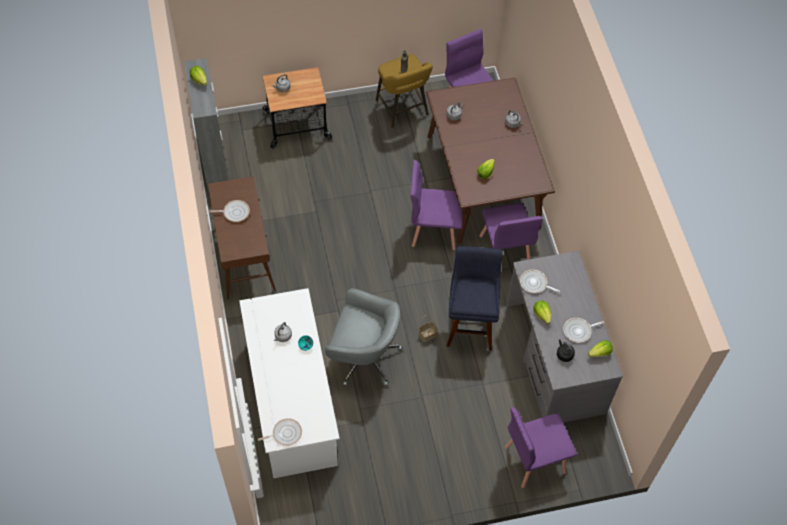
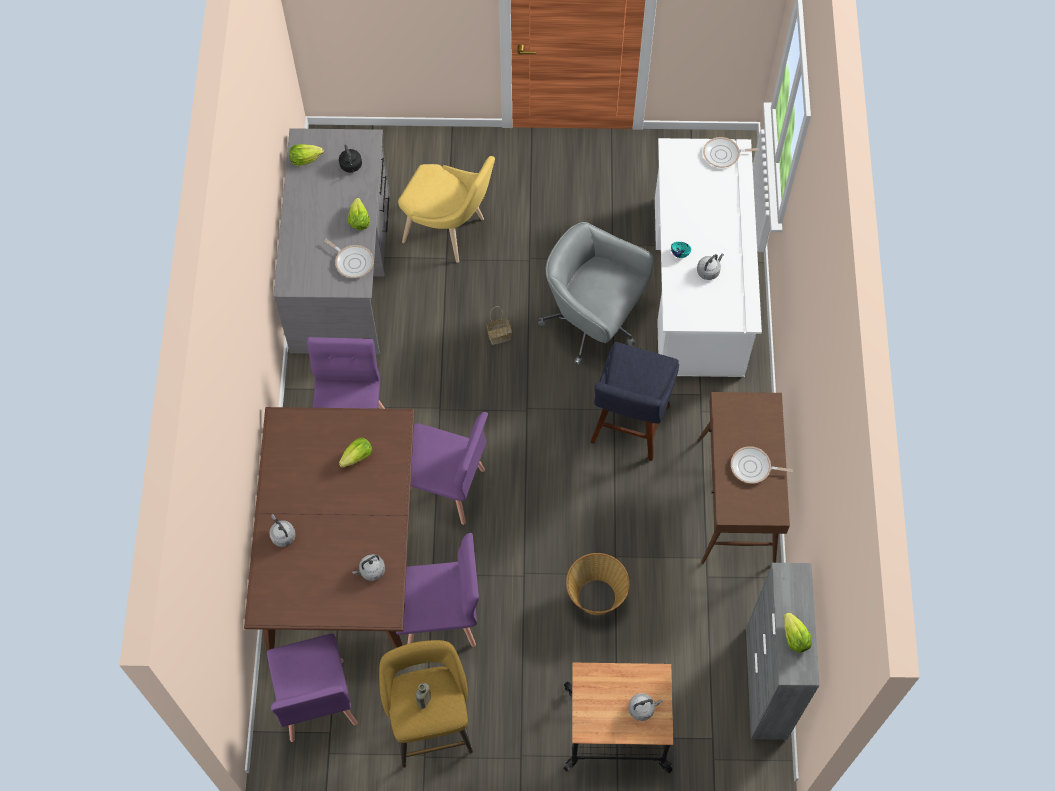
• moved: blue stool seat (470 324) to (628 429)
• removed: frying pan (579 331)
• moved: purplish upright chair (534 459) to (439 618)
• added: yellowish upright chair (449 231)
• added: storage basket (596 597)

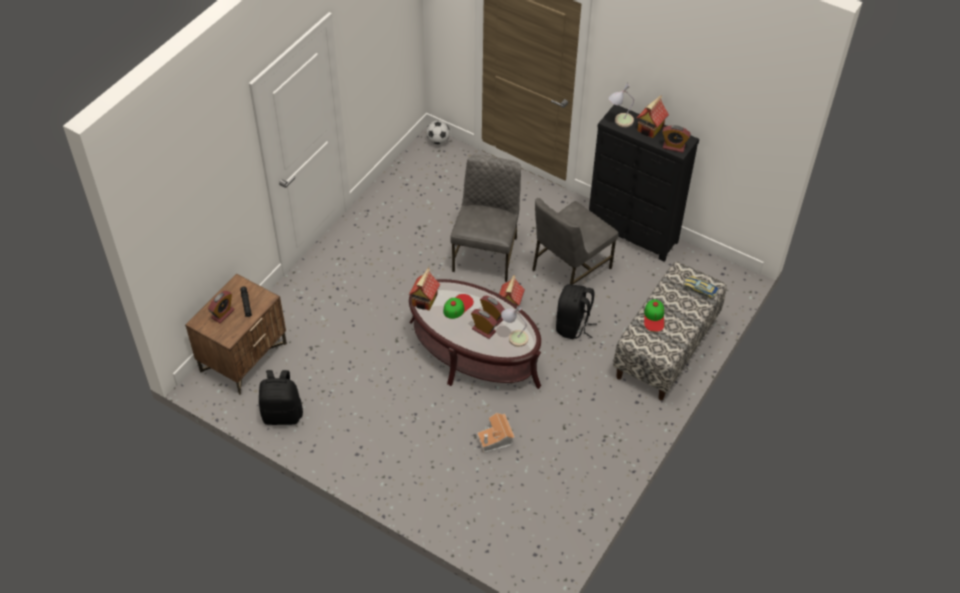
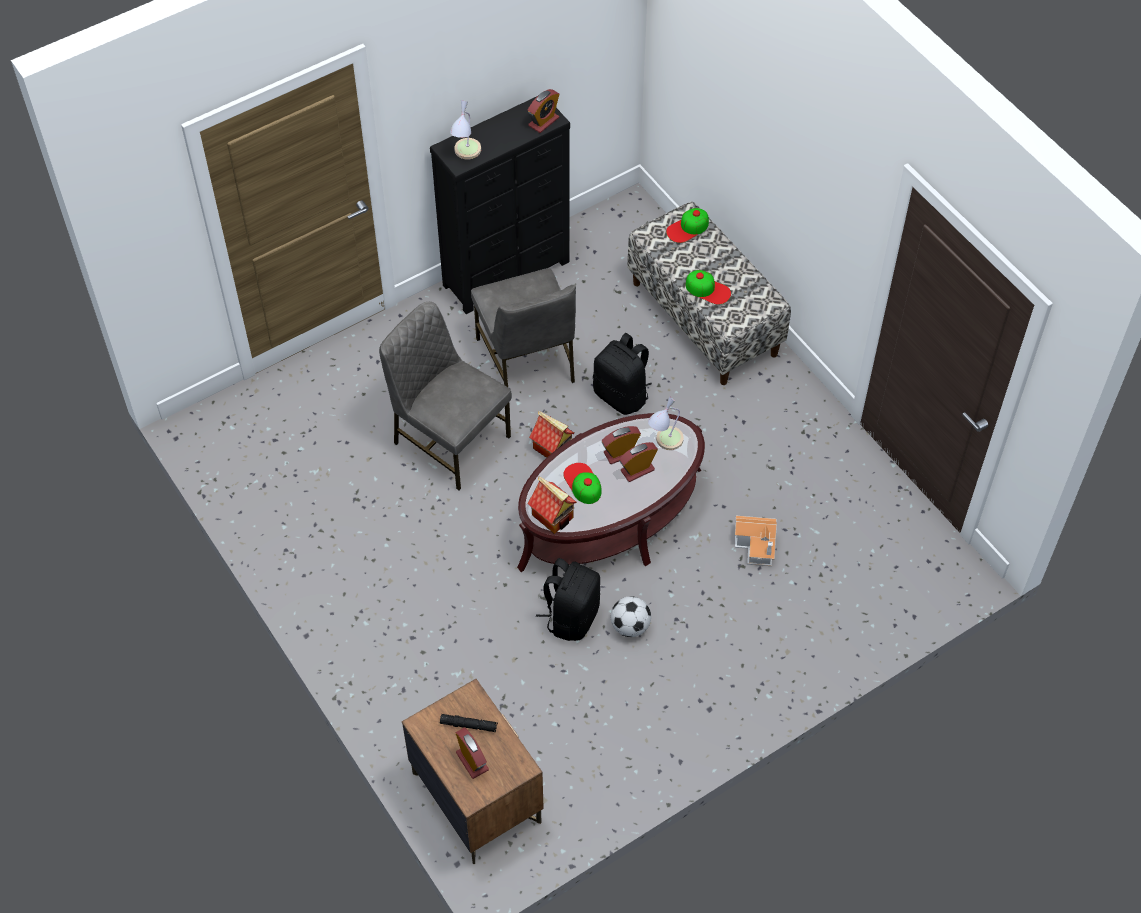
• removed: model house (650 129)
• moved: football (438 141) to (630 626)
• replaced: model car (700 289) to cap (688 228)
• moved: blackish backpack (282 414) to (571 617)

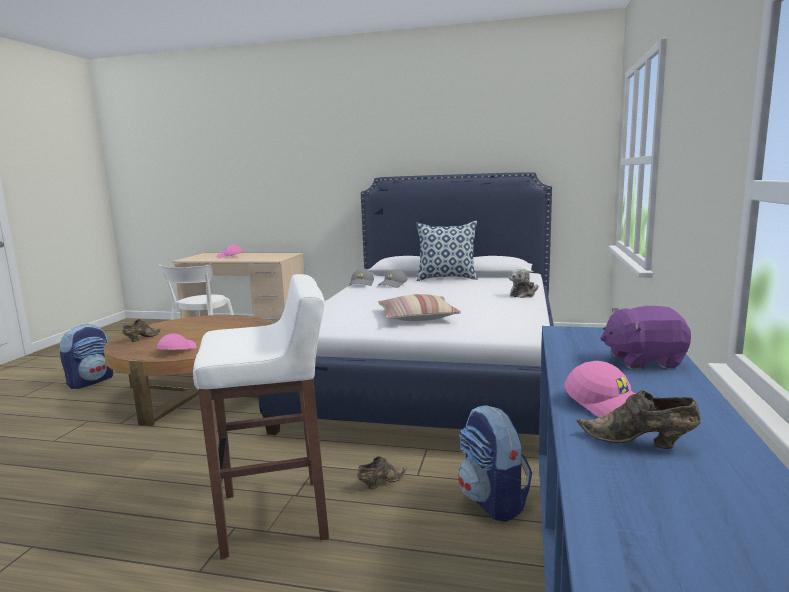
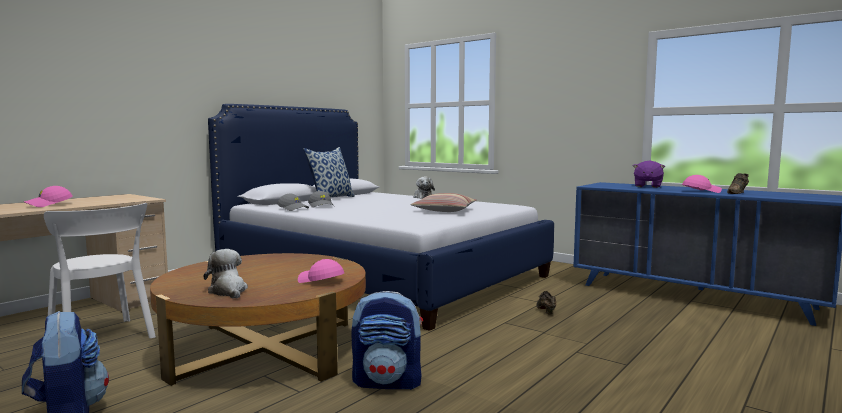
• removed: white-coloured stool seat (276 516)
• replaced: brown-coloured low shoe (141 338) to plush toy (228 291)
• moved: backpack (493 501) to (388 382)

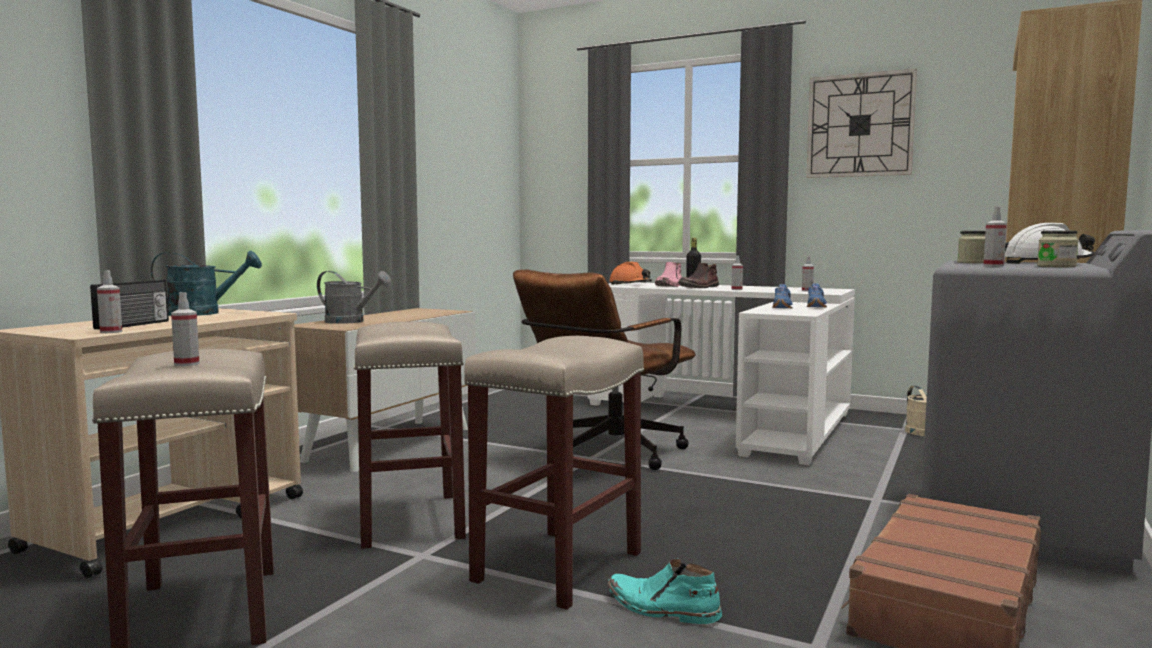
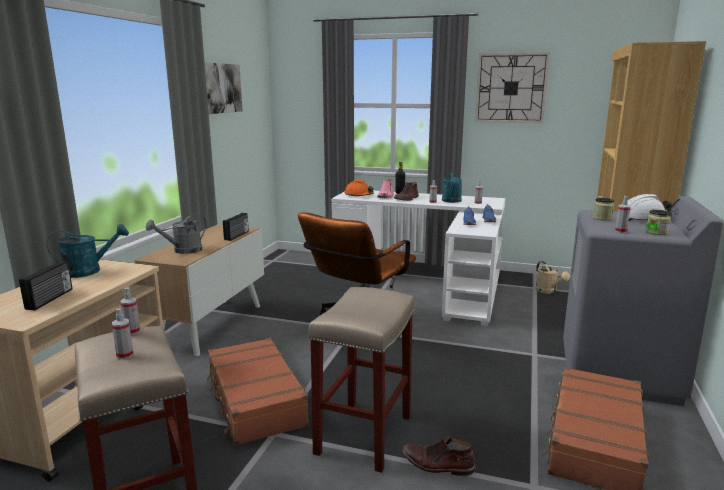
• moved: sprayer (111 332) to (132 331)
• turned: gray sprinkling can (351 321) = (182 251) 135 degrees clockwise
• replaced: beige stool seat (411 520) to brown-coloured suitcase (254 401)
• recoloured: turquoise-coloured boot (661 609) to brown-coloured boot (437 465)
• added: picture (219 88)
• added: turquoise-coloured sprinkling can (452 201)
• added: radio set (237 235)

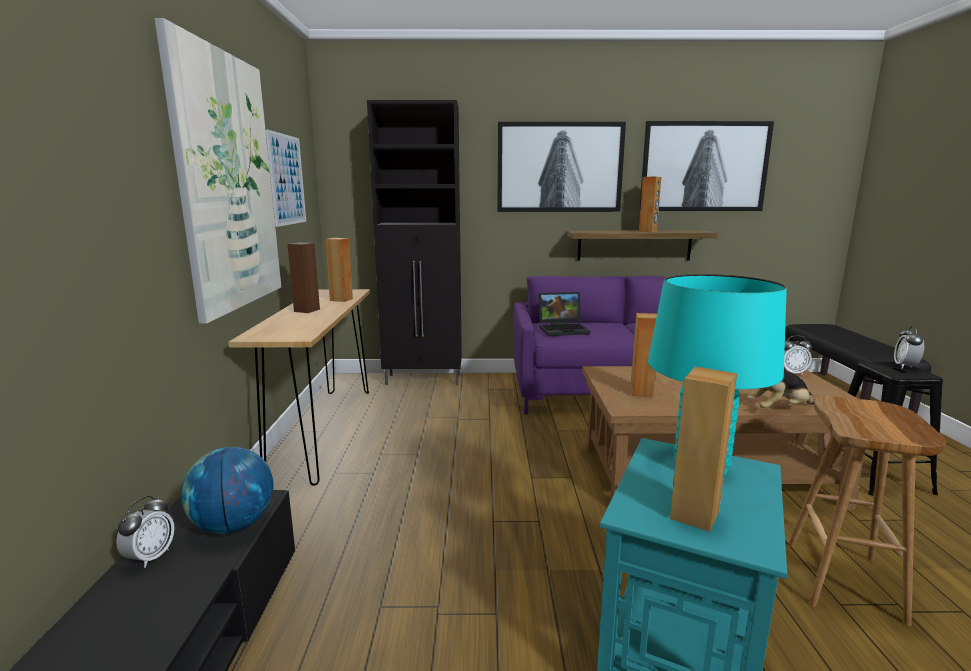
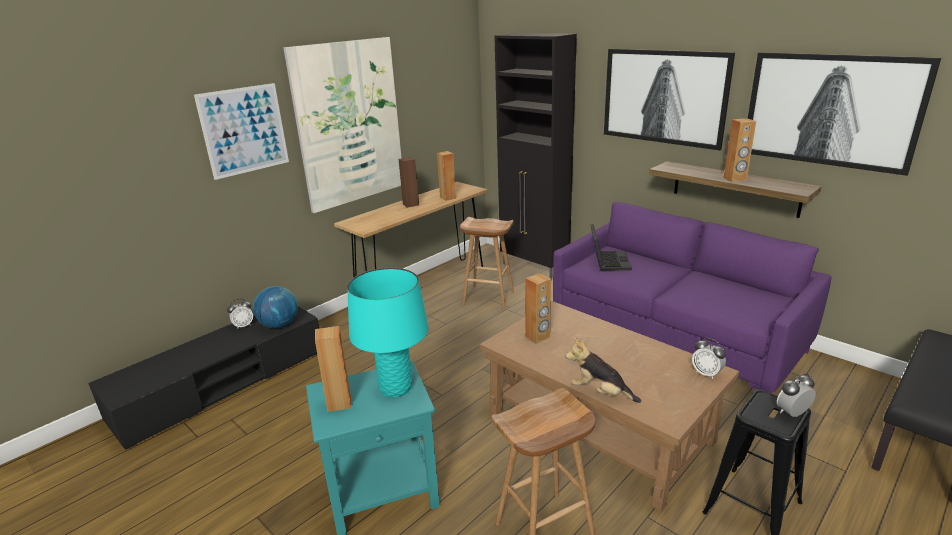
• moved: picture (287 180) to (244 130)
• turned: laptop (563 329) = (608 261) 120 degrees counterclockwise
• added: brown-coloured stool seat (487 298)

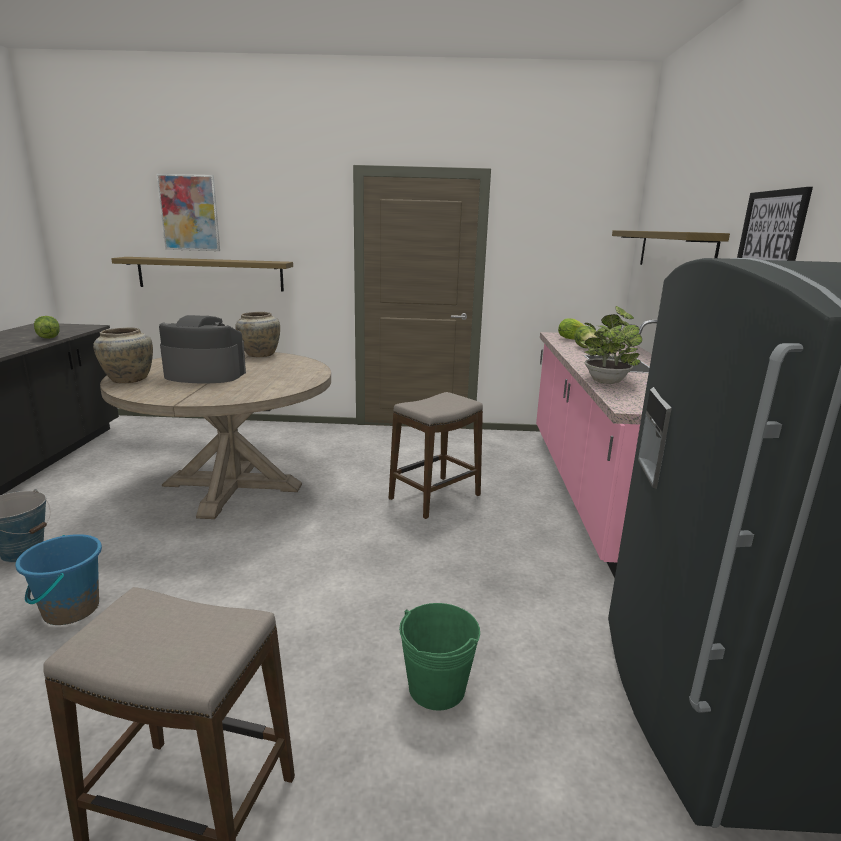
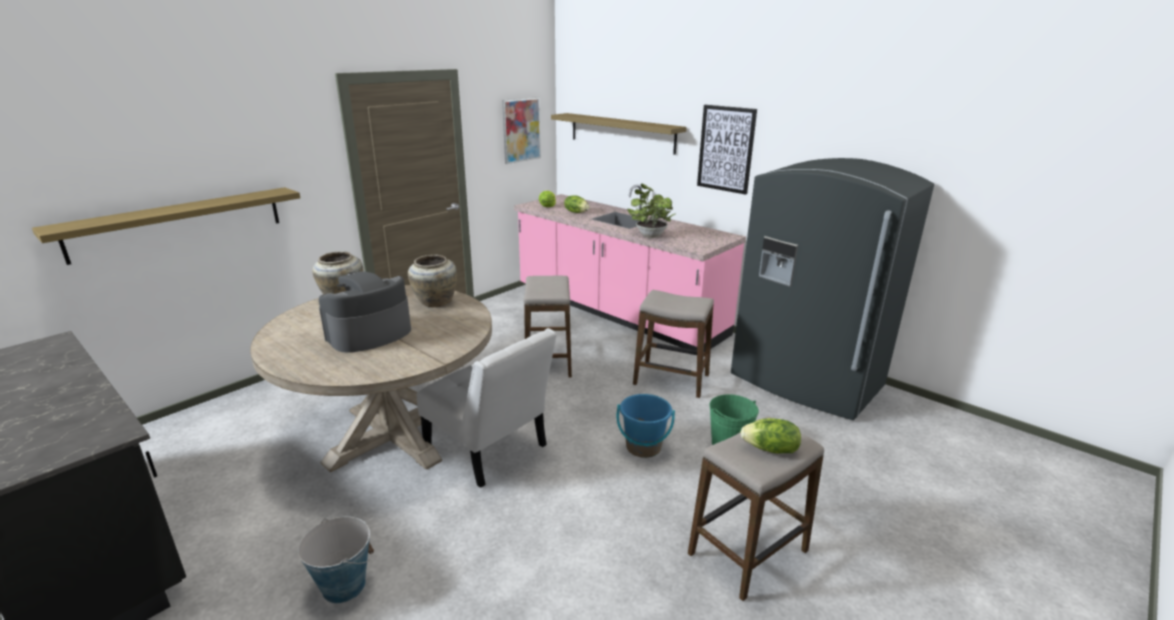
• moved: picture (189 213) to (521 130)
• moved: lettuce (48 337) to (770 449)
• moved: beige vase (128 380) to (434 302)
• moved: blue water bucket (71 610) to (643 447)
• added: stool seat (671 380)
• added: white-coloured upright chair (489 450)

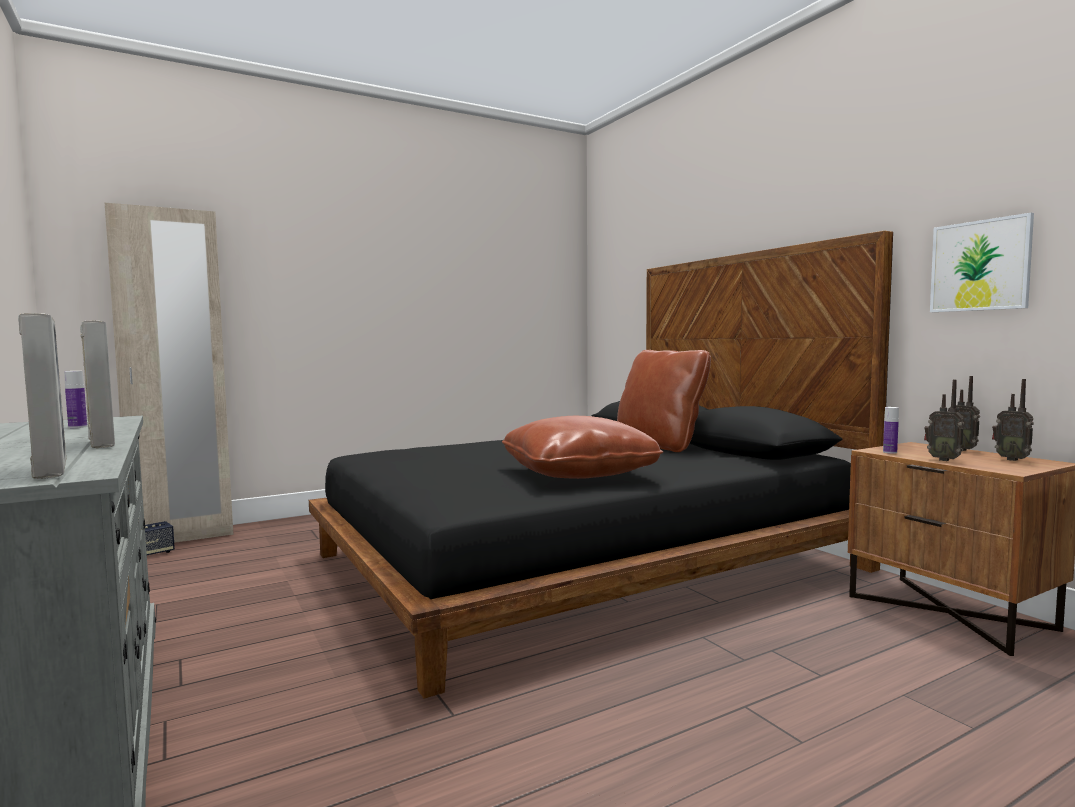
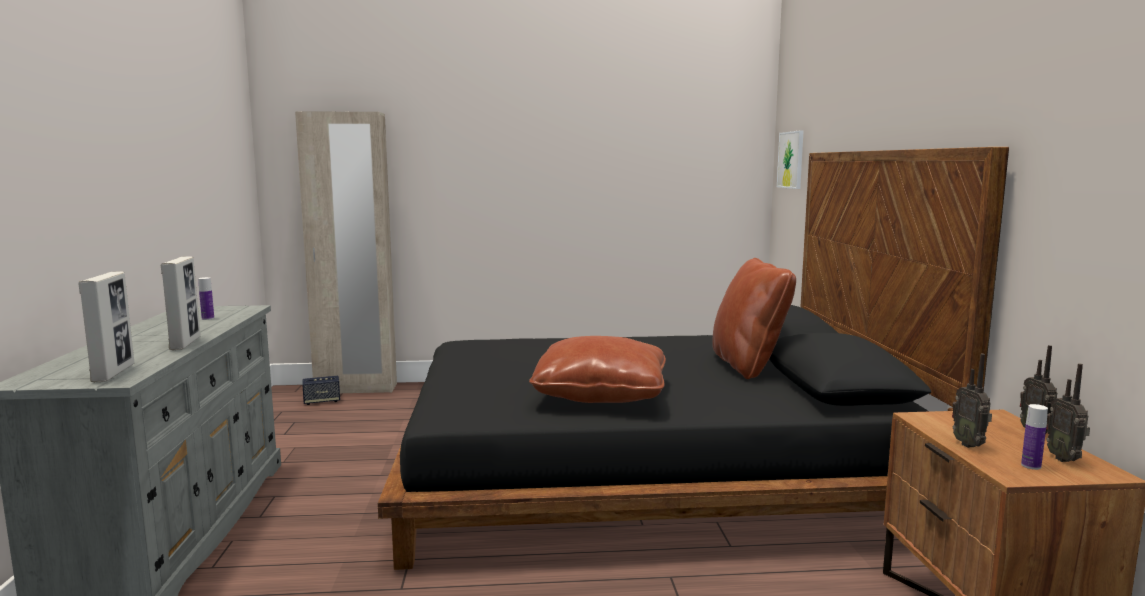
• moved: picture (980 265) to (791 160)
• moved: drink bottle (890 452) to (1031 466)

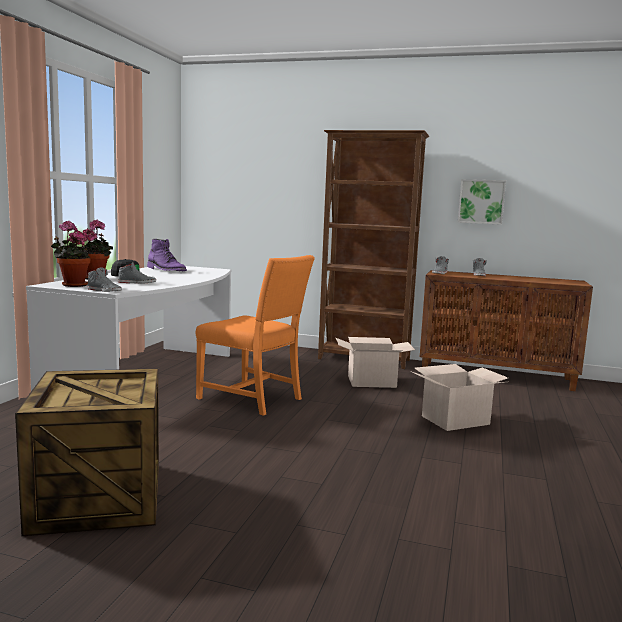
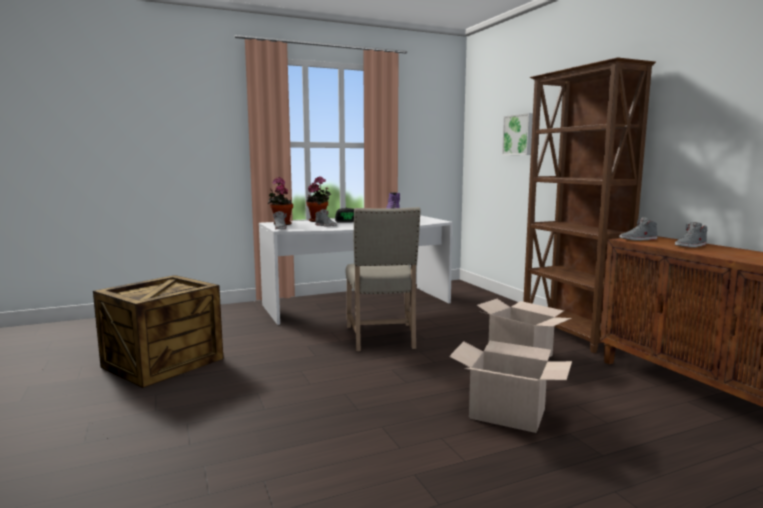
• moved: picture (481 201) to (518 135)
• recoloured: orange upright chair (253 398) to beige upright chair (382 337)

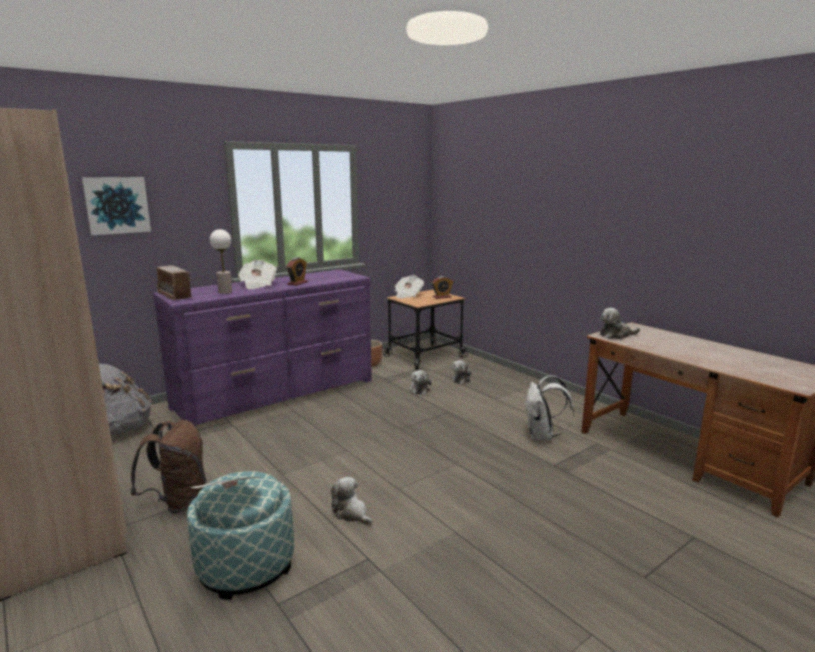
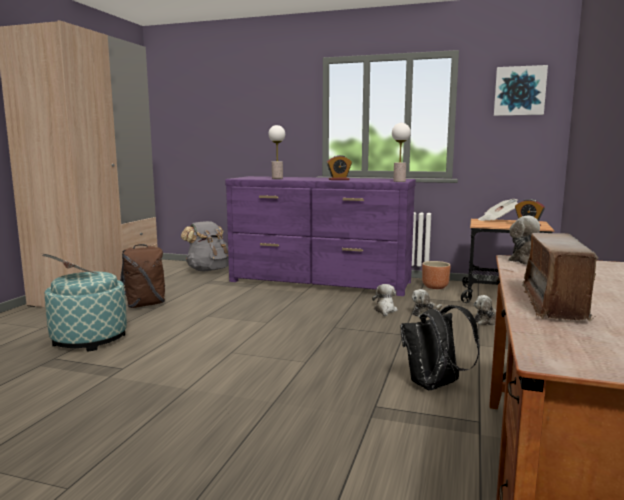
• moved: picture (117 205) to (519 91)
• removed: printed paper (257 285)
• moved: radio set (175 295) to (554 304)
• recoloured: white-coloured backpack (542 436) to blackish backpack (434 386)
• moved: plush toy (351 513) to (385 310)
• added: lamp for a table (399 181)

